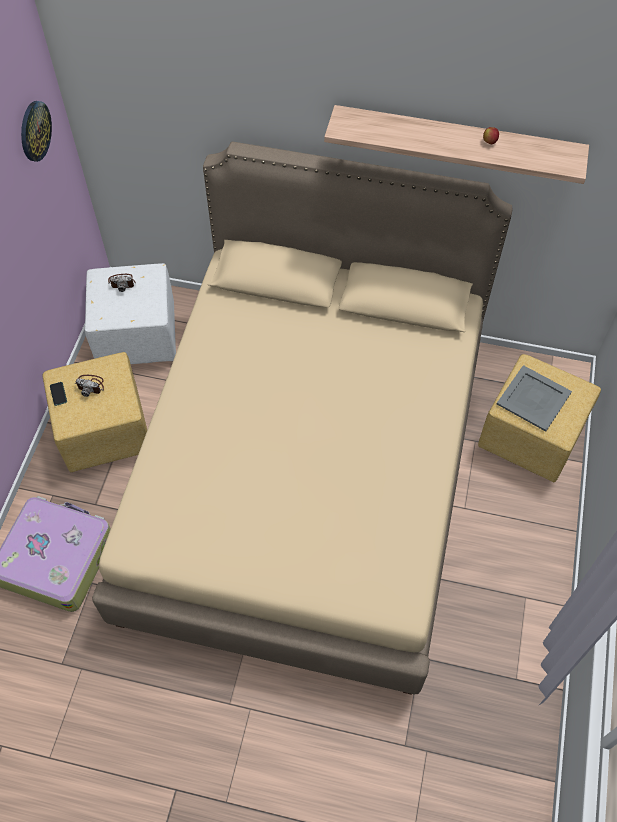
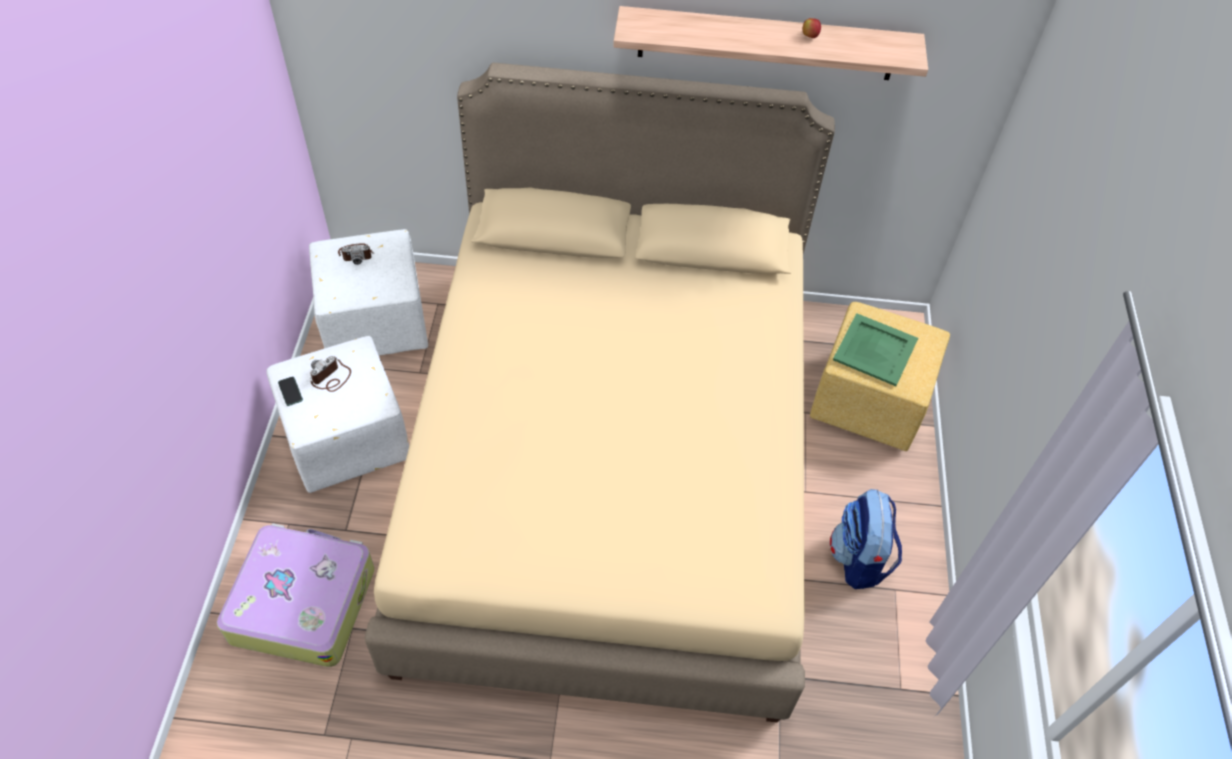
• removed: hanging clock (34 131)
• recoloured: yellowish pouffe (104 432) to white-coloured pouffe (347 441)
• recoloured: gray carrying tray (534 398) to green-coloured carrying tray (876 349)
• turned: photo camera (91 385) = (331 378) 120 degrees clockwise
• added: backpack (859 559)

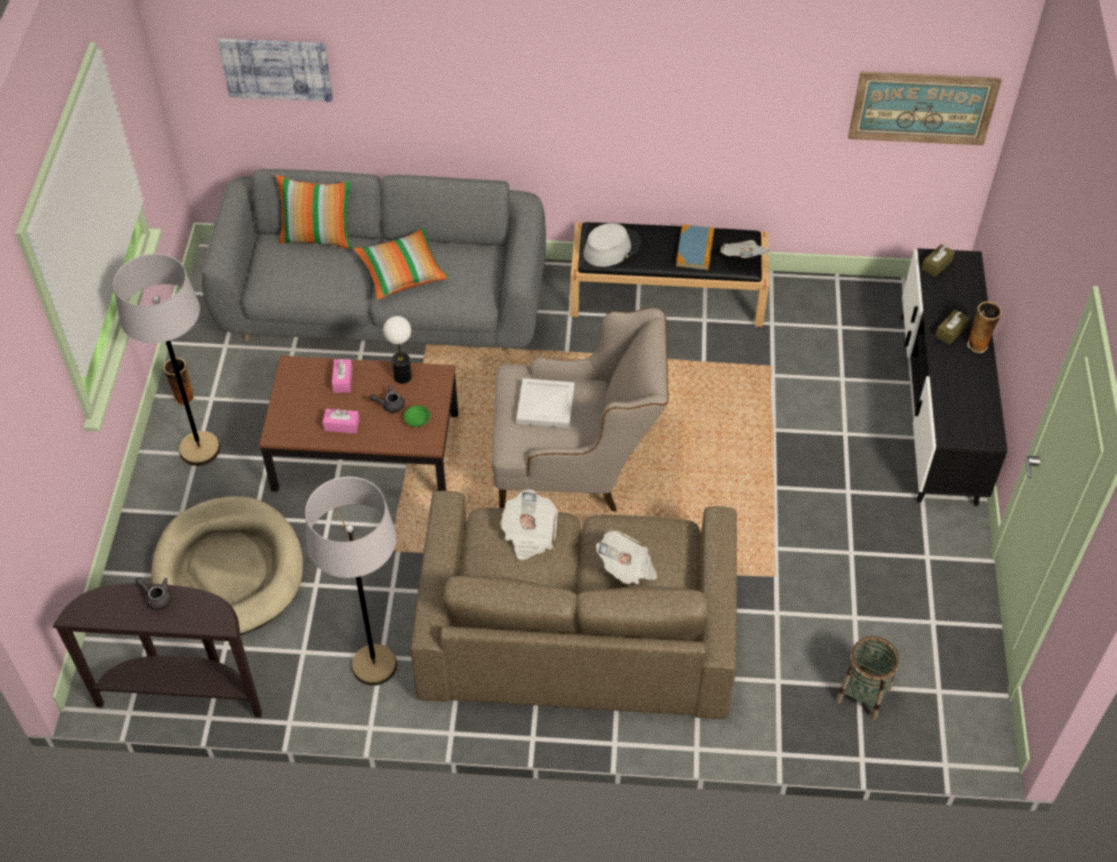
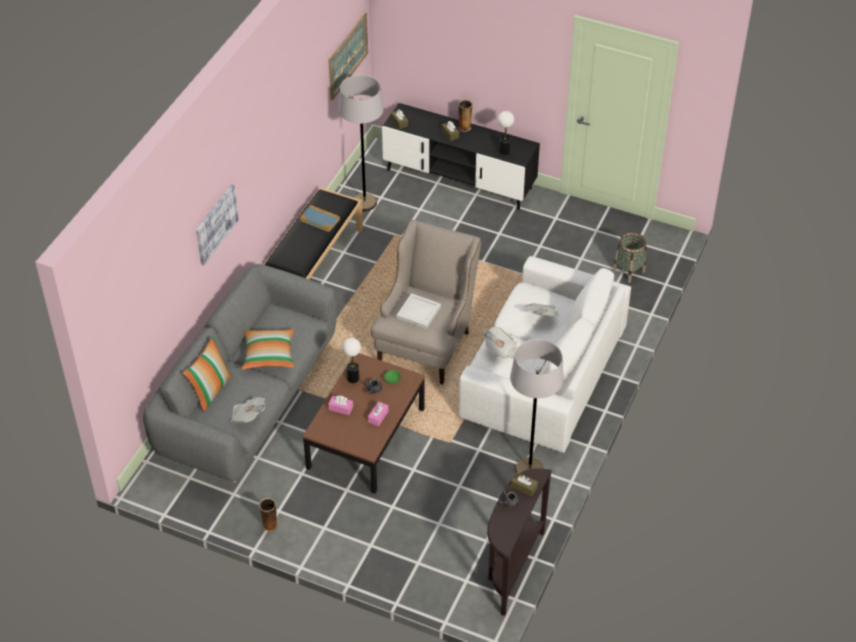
• moved: picture (276 68) to (216 224)
• removed: gray clothing hat (611 248)
• moved: printed paper (743 258) to (248 416)
• moved: gray standard lamp (200 449) to (364 203)
• recoloured: brown-coloured couch (577 630) to white-coloured couch (542 373)
• removed: beige dog bed (228 571)
• added: lamp for a table (504 151)
• added: brown-coloured box of tissues (524 487)

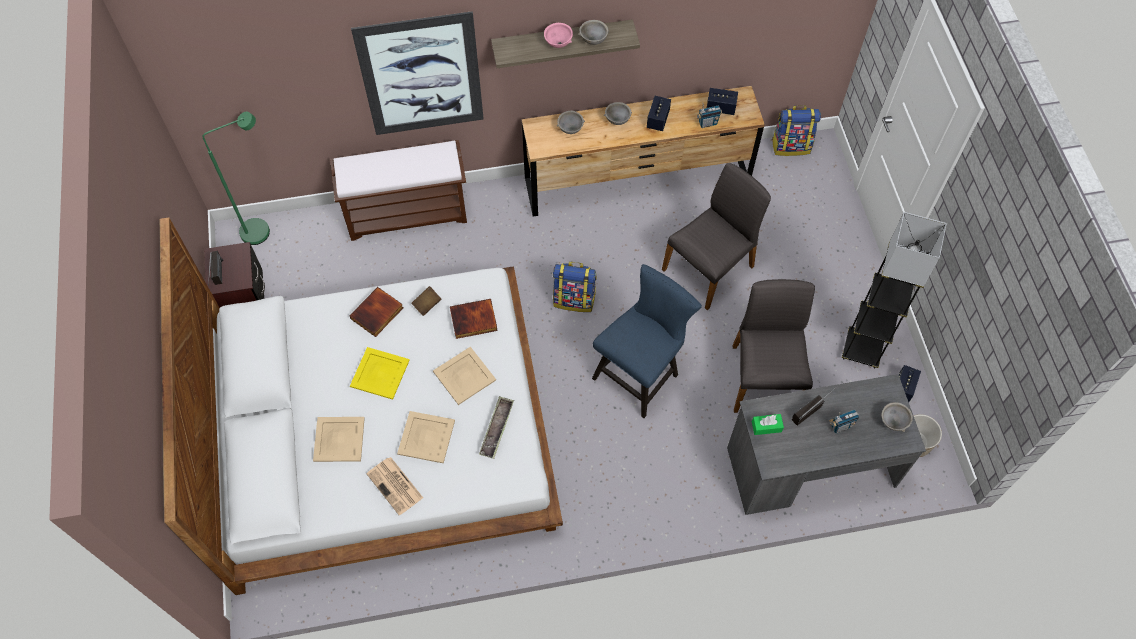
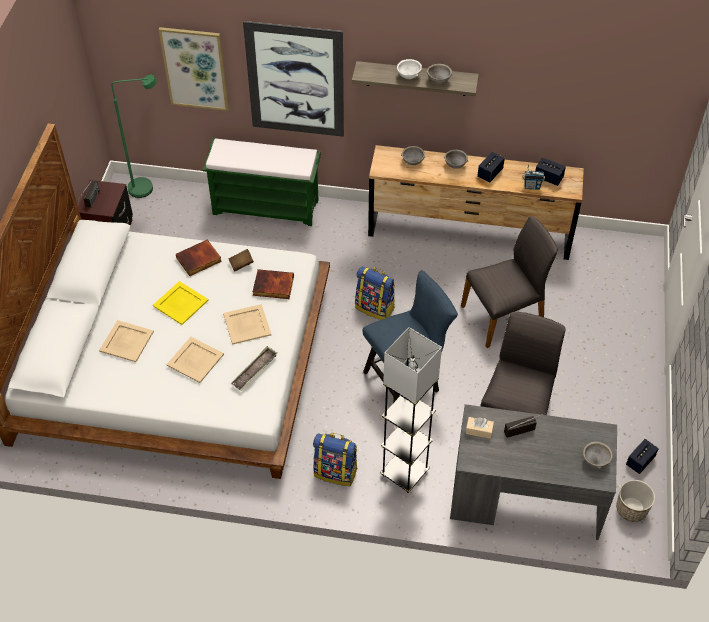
• recoloured: pink bowl (558 43) to white-coloured bowl (408 76)
• moved: backpack (791 146) to (336 471)
• recoloured: brown-coloured indoor bench (408 213) to green-coloured indoor bench (267 206)
• moved: gray standard lamp (862 349) to (404 473)
• removed: radio set (841 426)
• recoloured: green-coloured box of tissues (766 426) to beige box of tissues (479 430)
• removed: printed paper (395 486)
• added: picture (195 68)

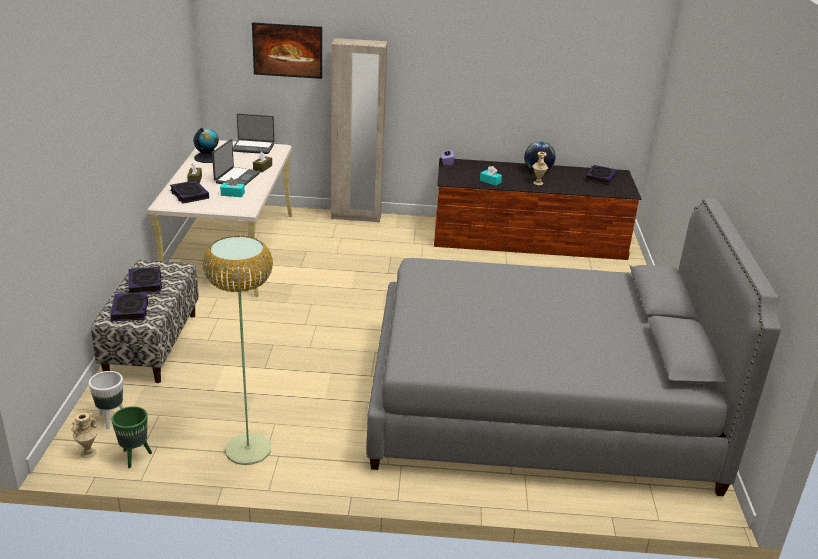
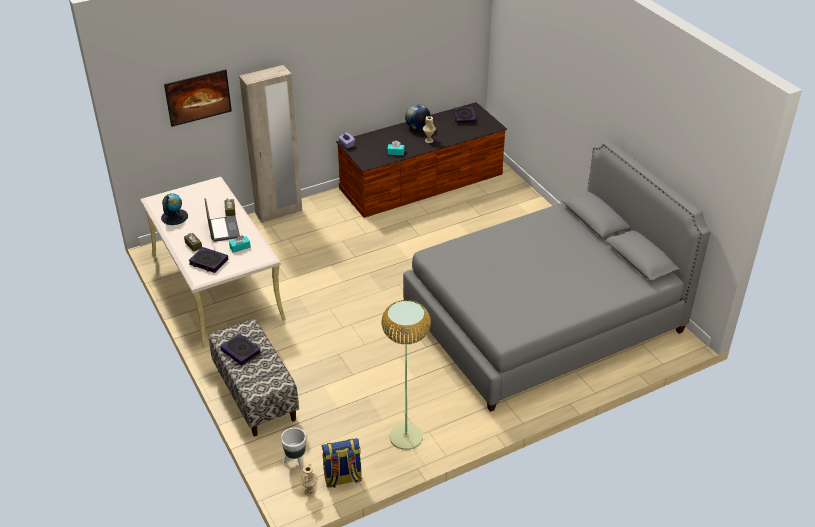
• removed: laptop (253 147)
• removed: bound book (130 310)
• replaced: green-coloured planter (134 457) to backpack (342 478)

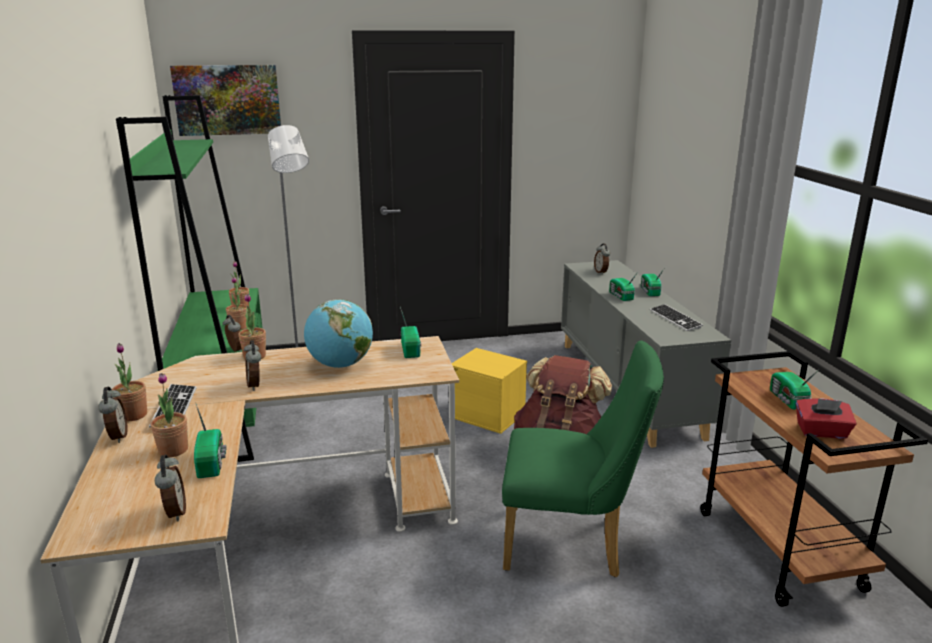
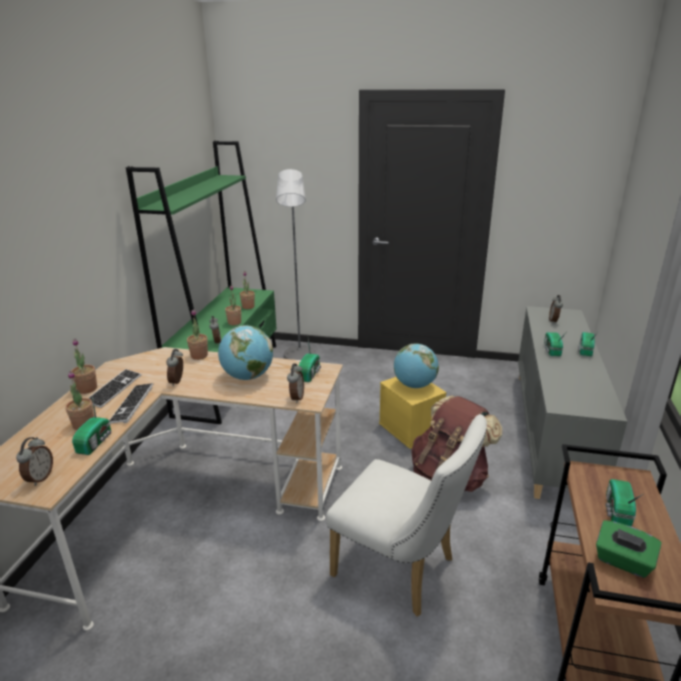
• removed: picture (227 100)
• moved: computer keyboard (675 319) to (132 404)
• recoloured: green-coloured upright chair (572 543) to white-coloured upright chair (401 570)
• moved: alarm clock (117 437) to (296 398)
• recoloured: reddish box of tissues (822 432) to green-coloured box of tissues (623 561)
• added: world globe (414 385)

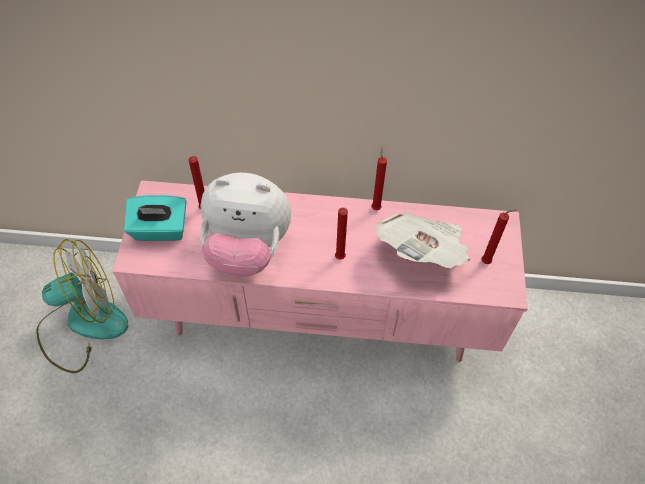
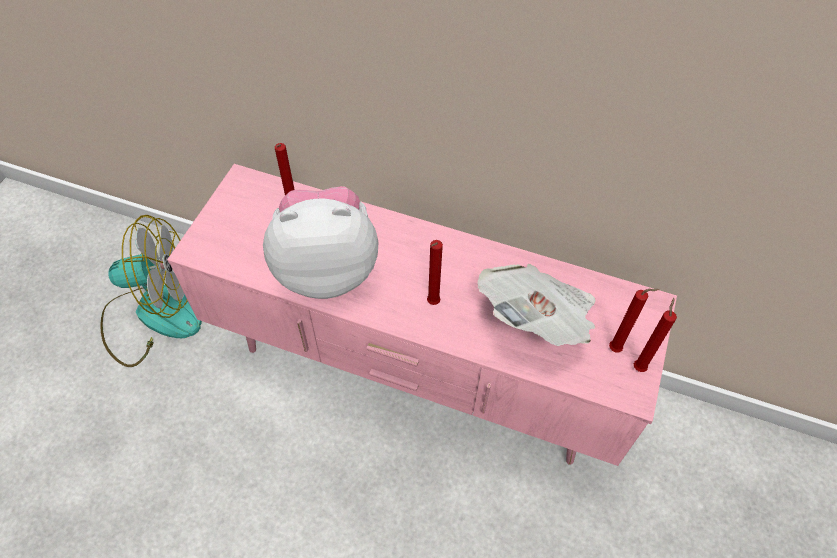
• moved: reddish wax light (376 207) to (639 366)
• turned: plush toy (247 249) = (326 268) 150 degrees clockwise
• removed: turquoise-coloured box of tissues (160 230)

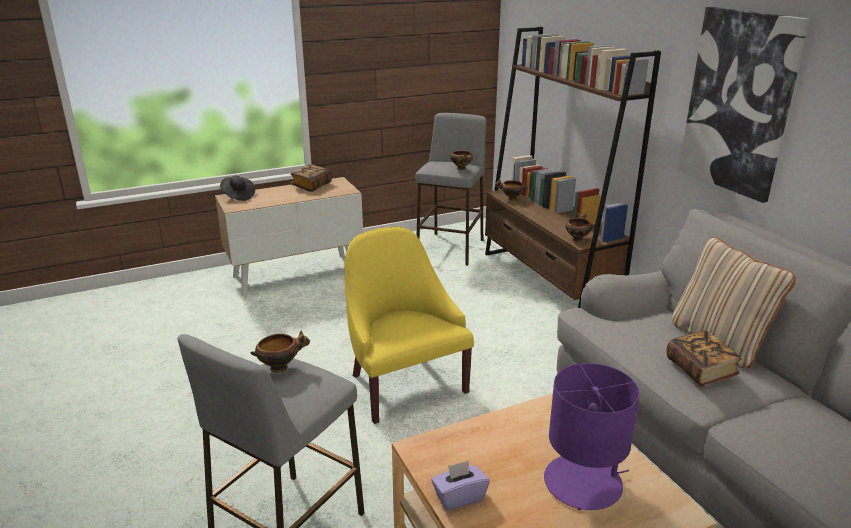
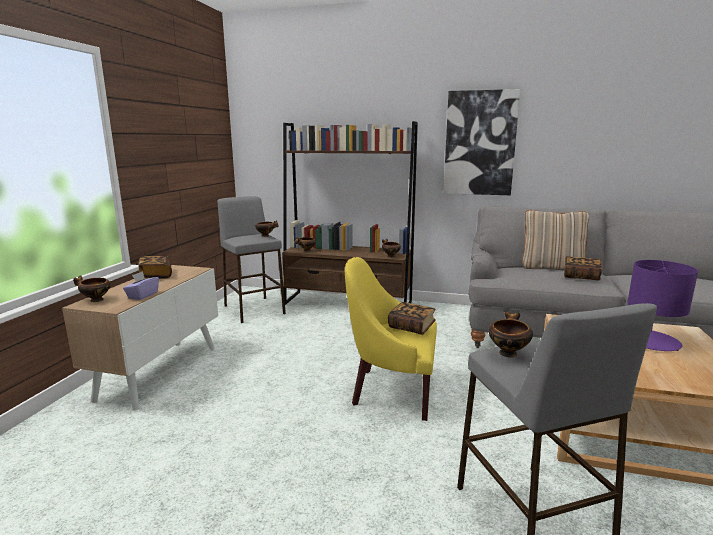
• replaced: blackish clothing hat (238 196) to bowl (95 300)
• moved: purplish box of tissues (459 497) to (142 295)
• added: bound book (411 327)

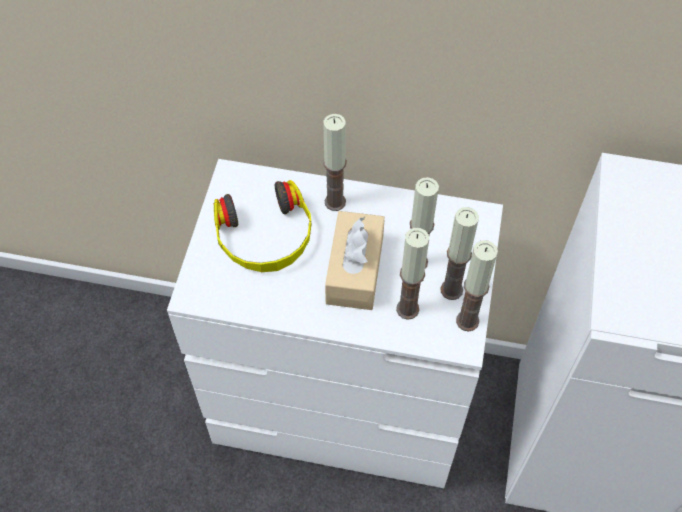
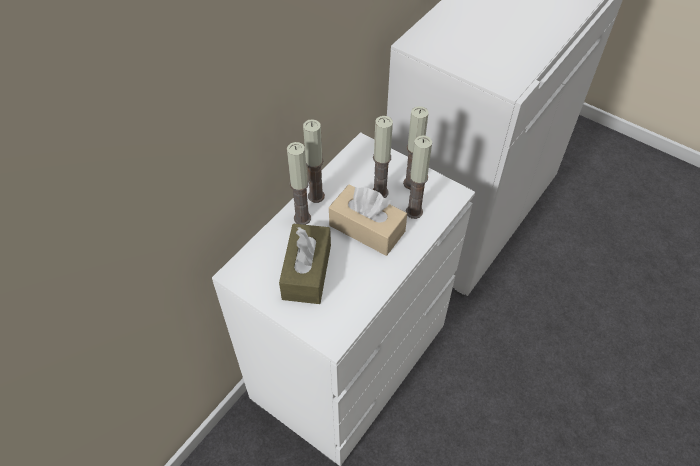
• replaced: pair of headphones (265 236) to brown-coloured box of tissues (307 272)
• moved: wax light (467 321) to (316 196)

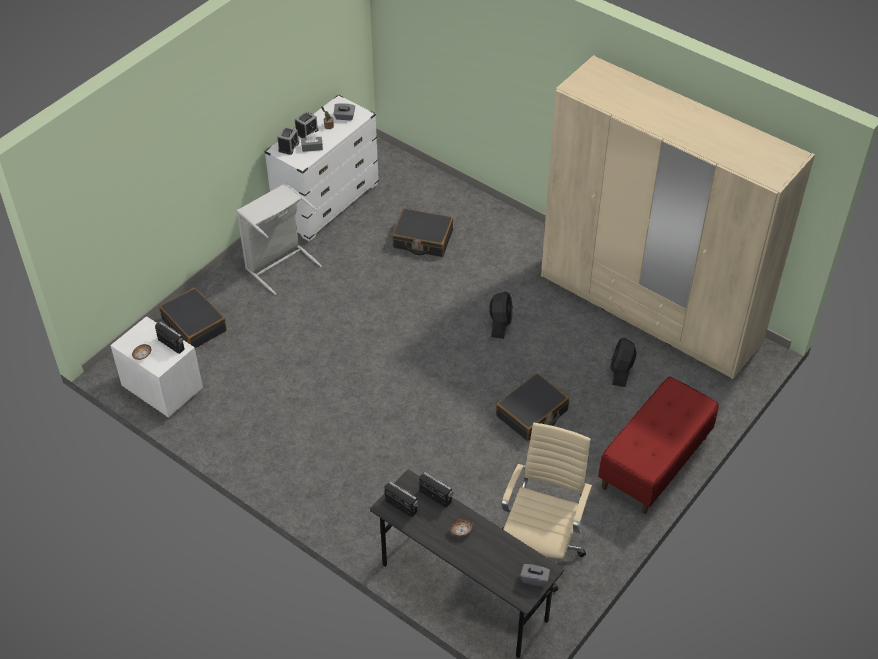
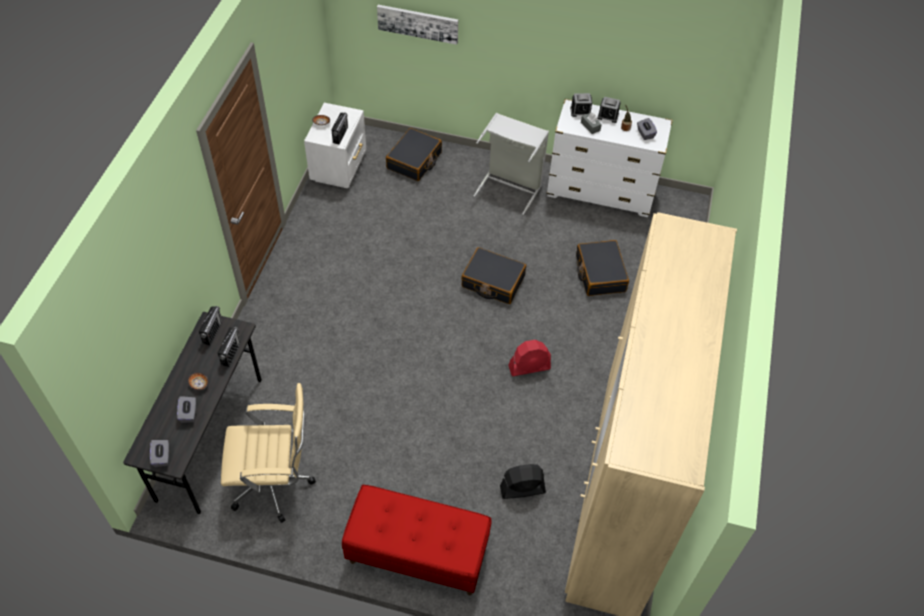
• recoloured: blackish fan (500 324) to reddish fan (529 367)
• moved: blackish suitcase (532 414) to (493 282)
• added: picture (418 23)
• added: gray box of tissues (188 414)

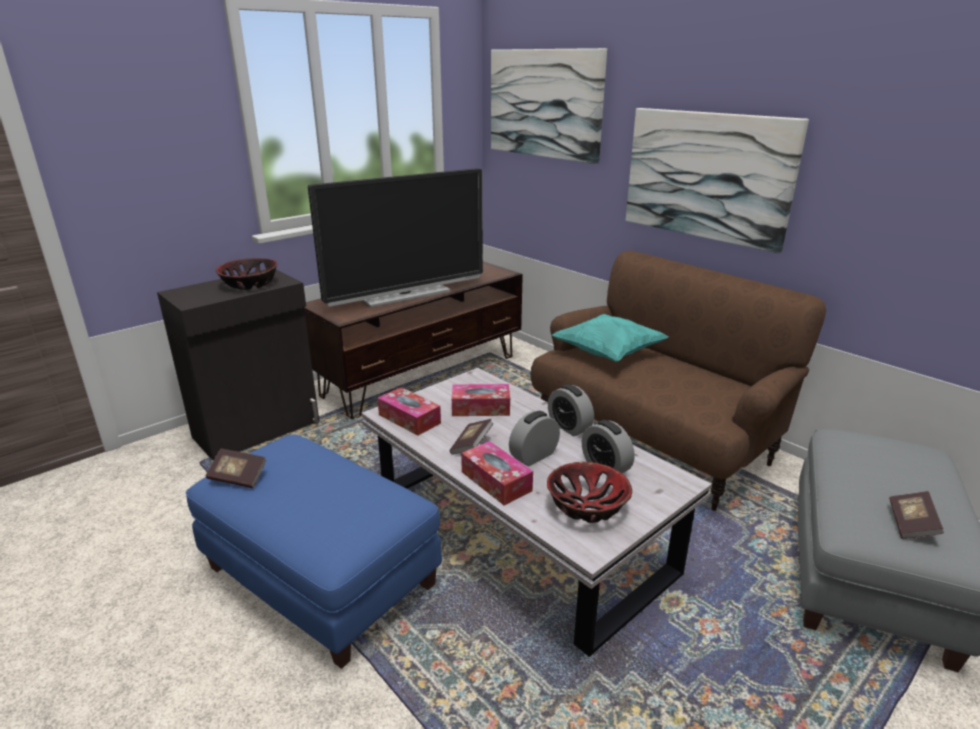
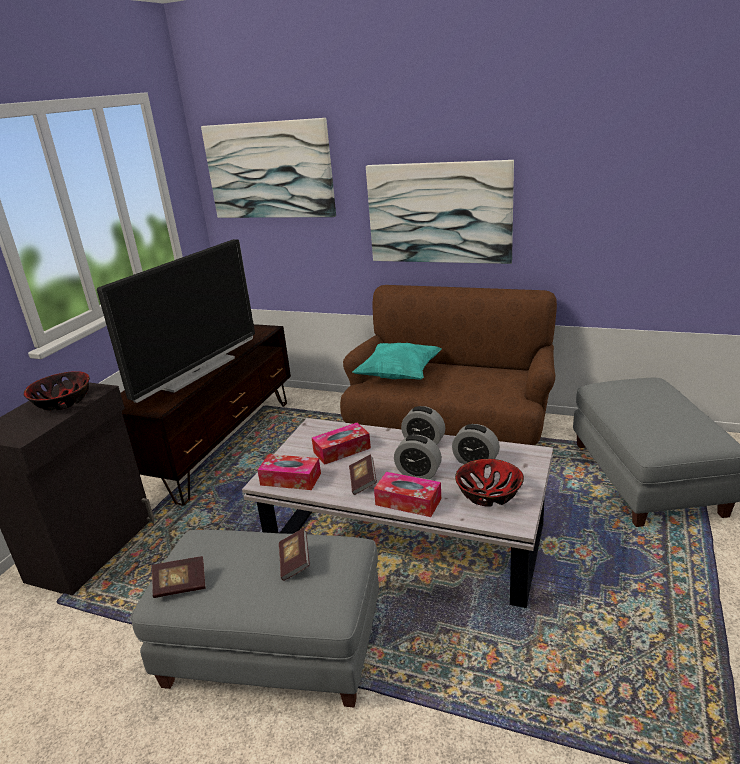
• turned: alarm clock (534 456) = (418 472) 90 degrees counterclockwise
• recoloured: blue pouffe (322 577) to gray pouffe (275 647)
• moved: bound book (911 524) to (295 562)

